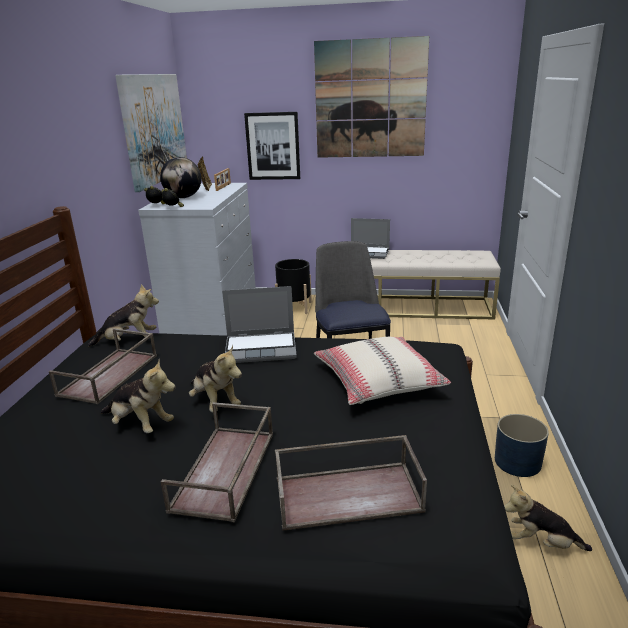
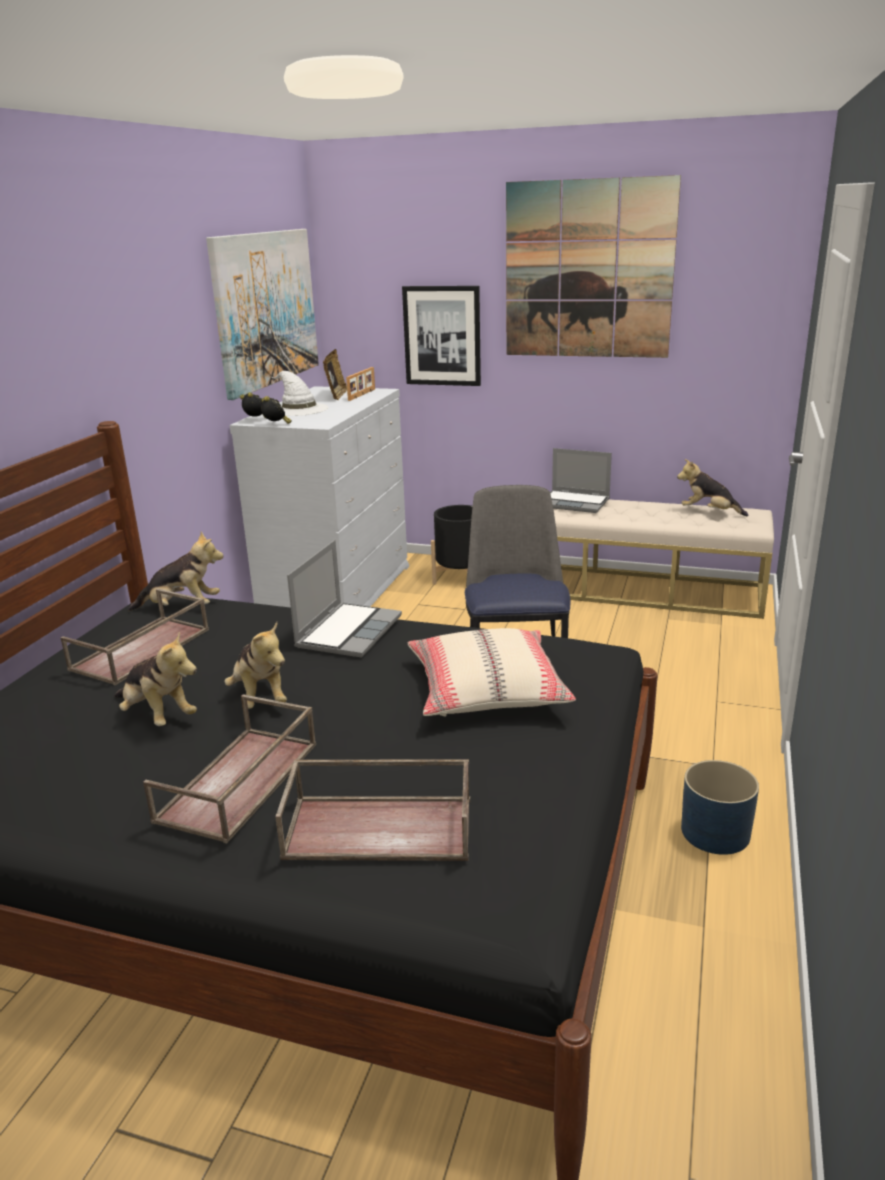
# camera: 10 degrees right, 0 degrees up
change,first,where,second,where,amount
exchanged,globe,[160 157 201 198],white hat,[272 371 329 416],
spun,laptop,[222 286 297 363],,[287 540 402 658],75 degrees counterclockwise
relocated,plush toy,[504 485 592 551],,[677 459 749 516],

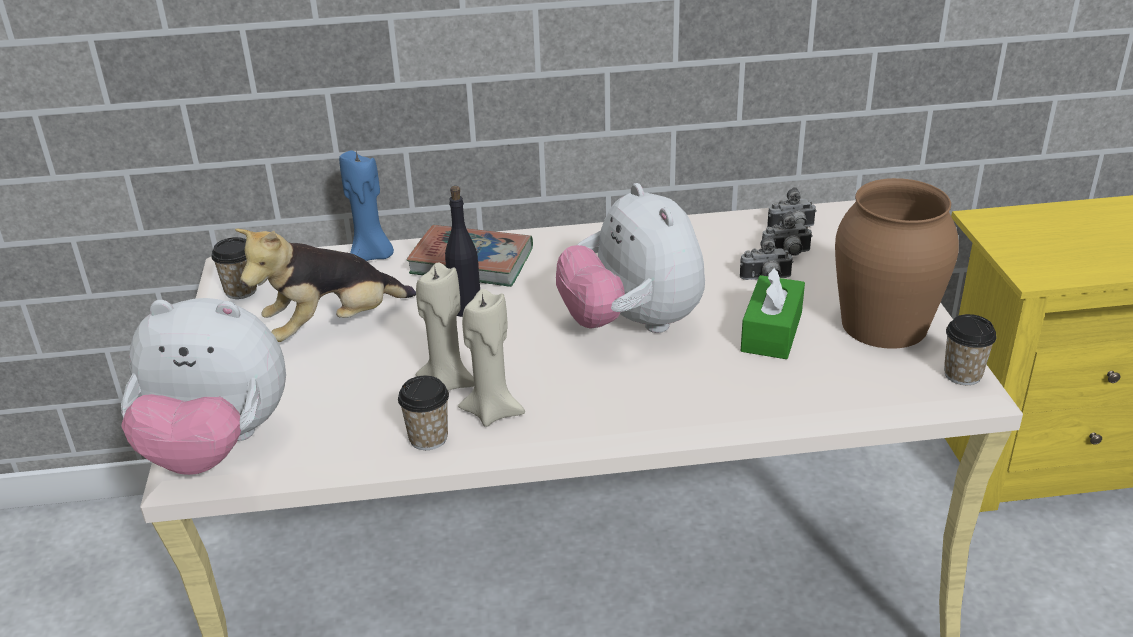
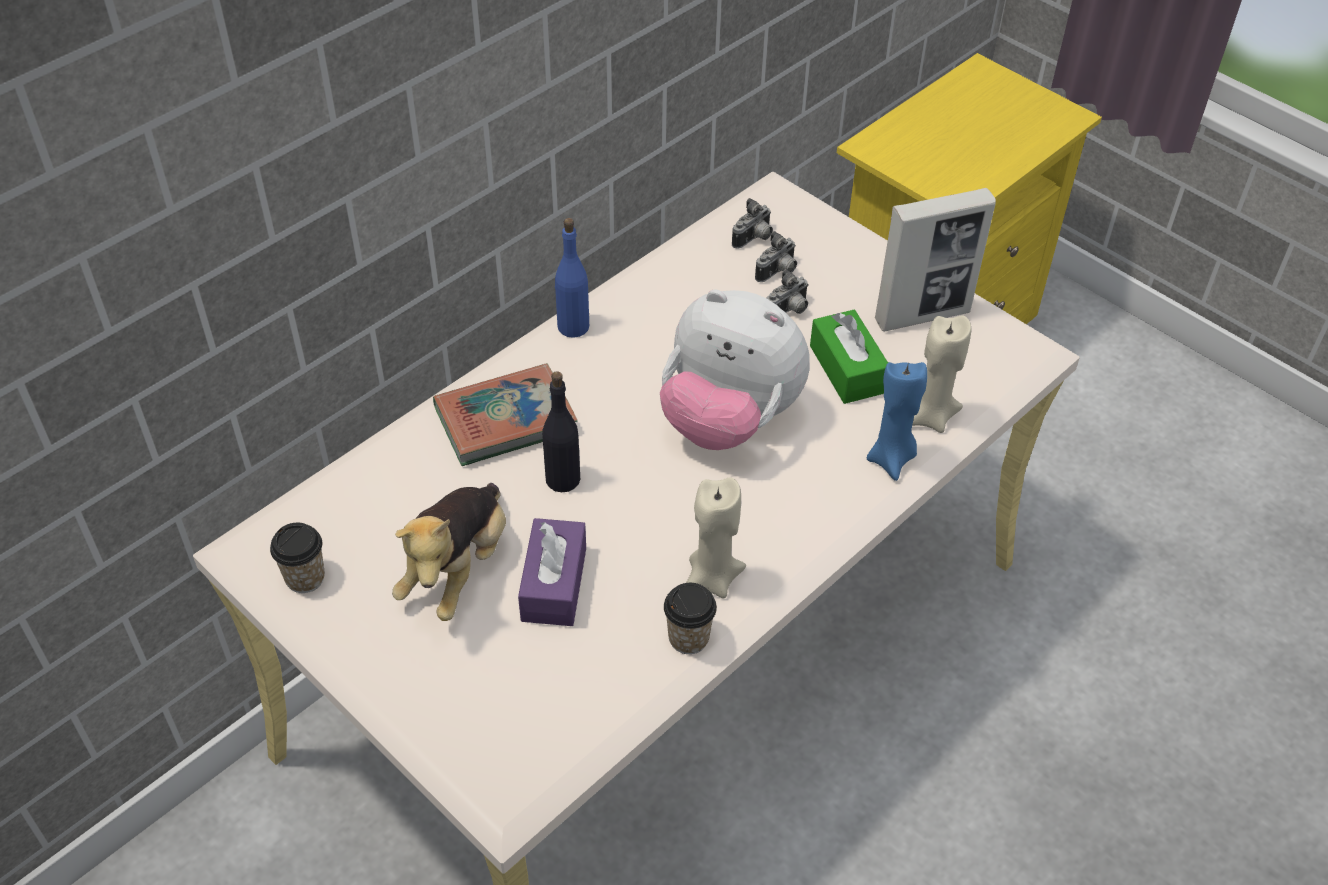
# camera: 40 degrees left, 15 degrees up
change,first,where,second,where,amount
missing,plush toy,[121 298 286 475],,,
relocated,blue candle,[339 150 394 261],,[867 362 927 481],
relocated,beige candle,[416 263 474 391],,[912 315 971 433],
exchanged,brown vase,[835 178 959 349],picture frame,[875 188 996 331],
missing,cup,[944 314 996 385],,,
appeared,,,purple tissue box,[518 518 586 626],
appeared,,,blue bottle,[555 218 589 338],

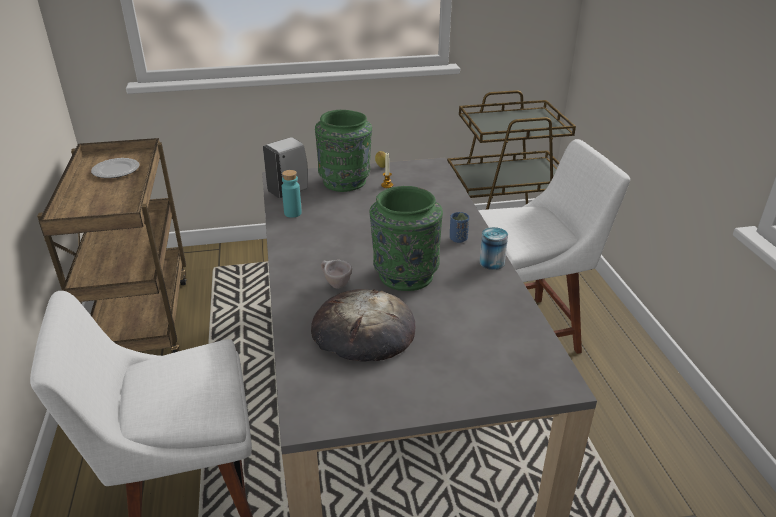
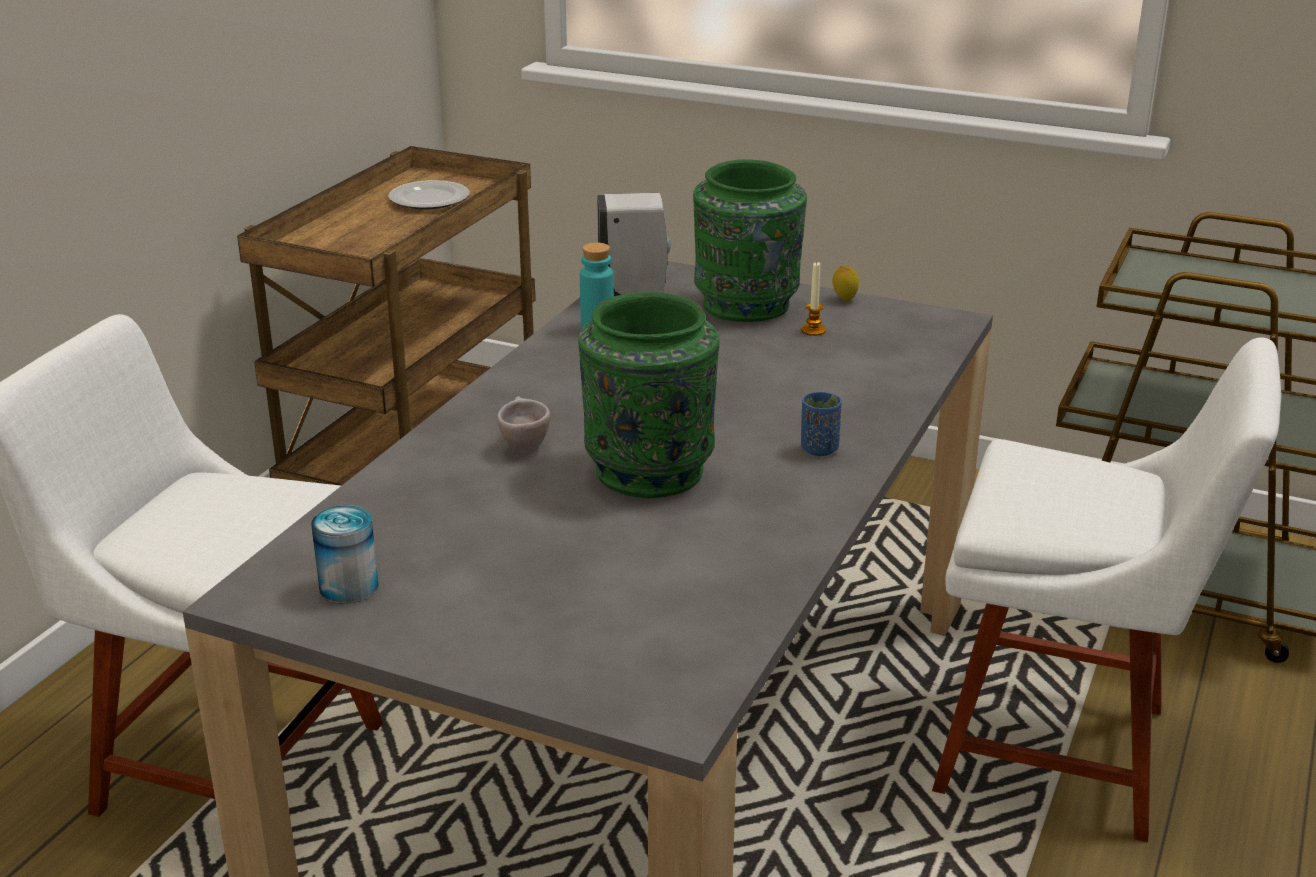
# camera: 35 degrees right, 5 degrees down
change,first,where,second,where,amount
missing,bread,[311 289 415 361],,,
relocated,can,[479 227 508 270],,[311 505 379 604],

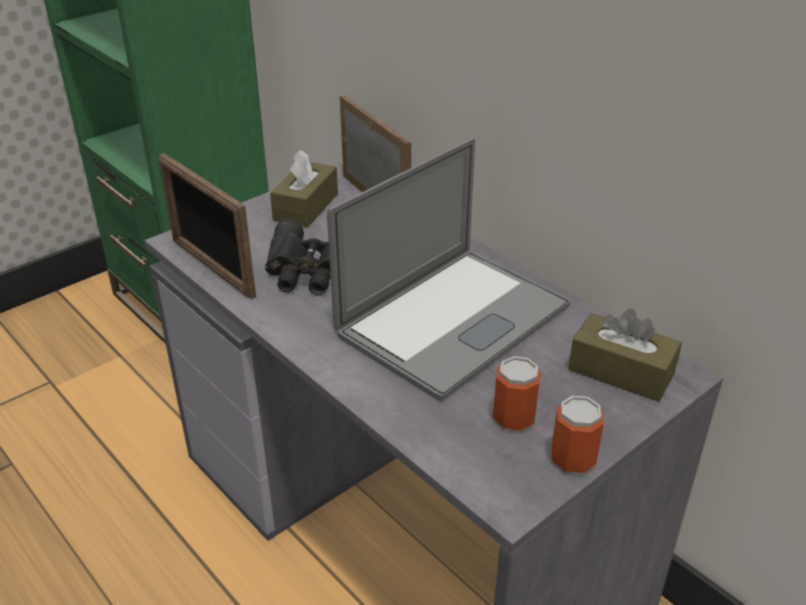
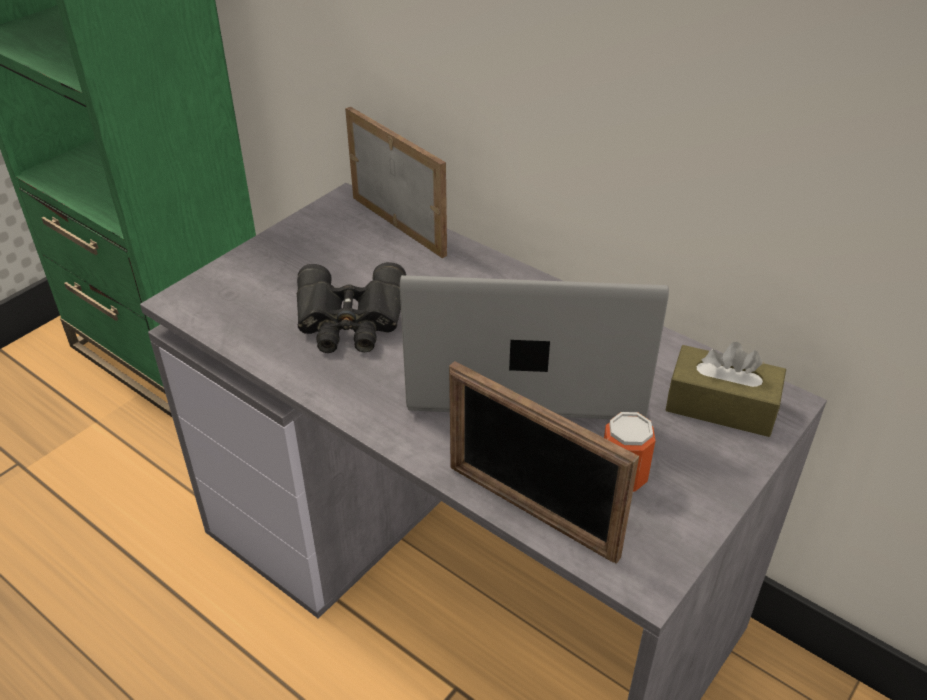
# camera: 10 degrees left, 5 degrees up
change,first,where,second,where,amount
relocated,picture frame,[159 153 256 299],,[449 361 639 564],
missing,brown tissue box,[270 150 338 228],,,
spun,laptop,[327 138 571 401],,[400 275 669 419],120 degrees counterclockwise
missing,can,[551 396 604 475],,,

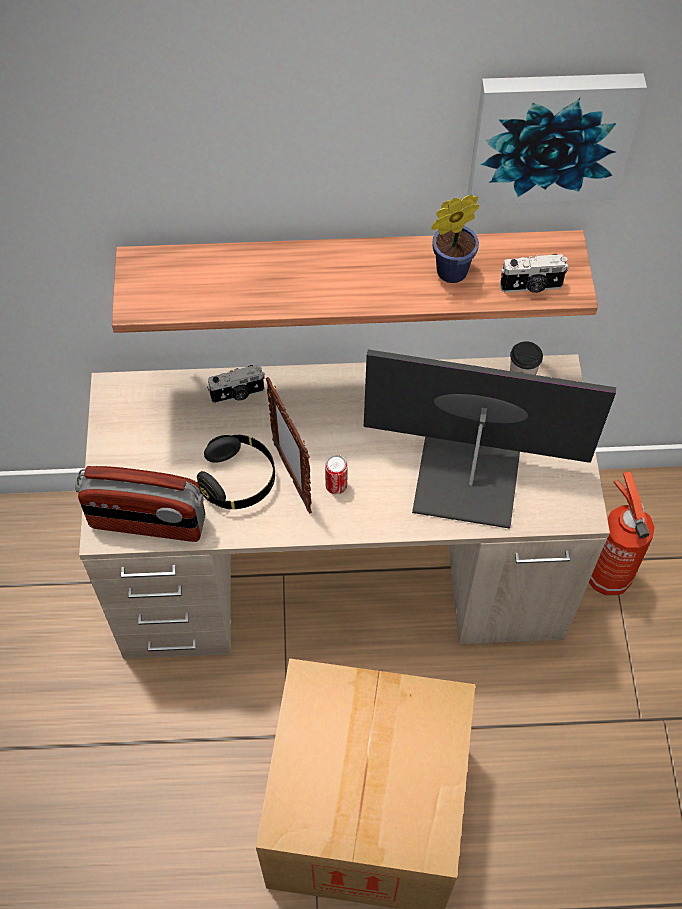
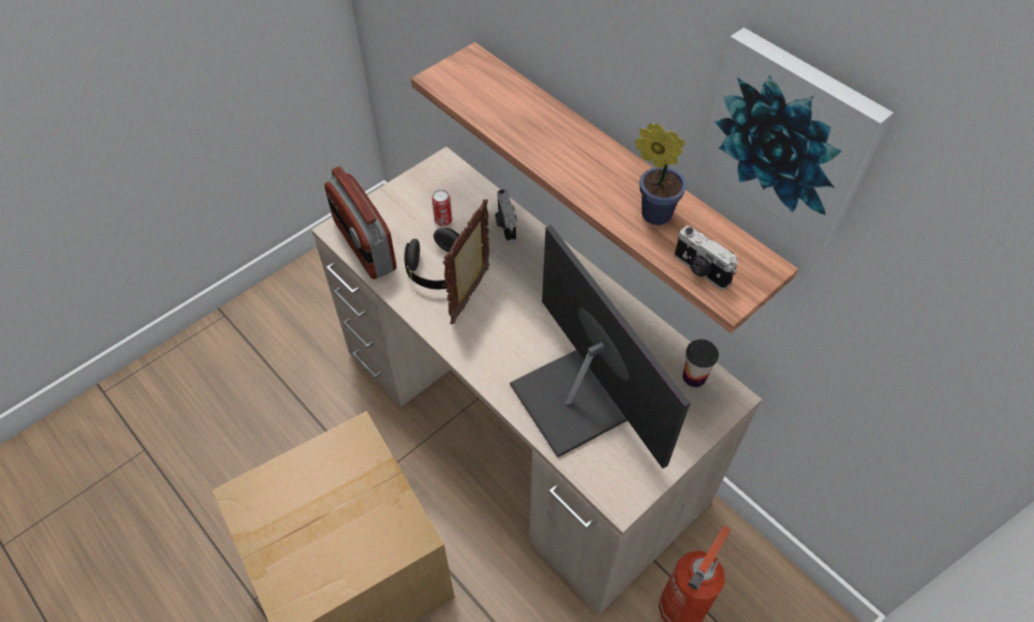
# camera: 50 degrees right, 5 degrees down
change,first,where,second,where,amount
spun,photo camera,[207 365 265 404],,[495 189 517 242],45 degrees clockwise
relocated,can,[325 455 347 494],,[432 189 452 226],

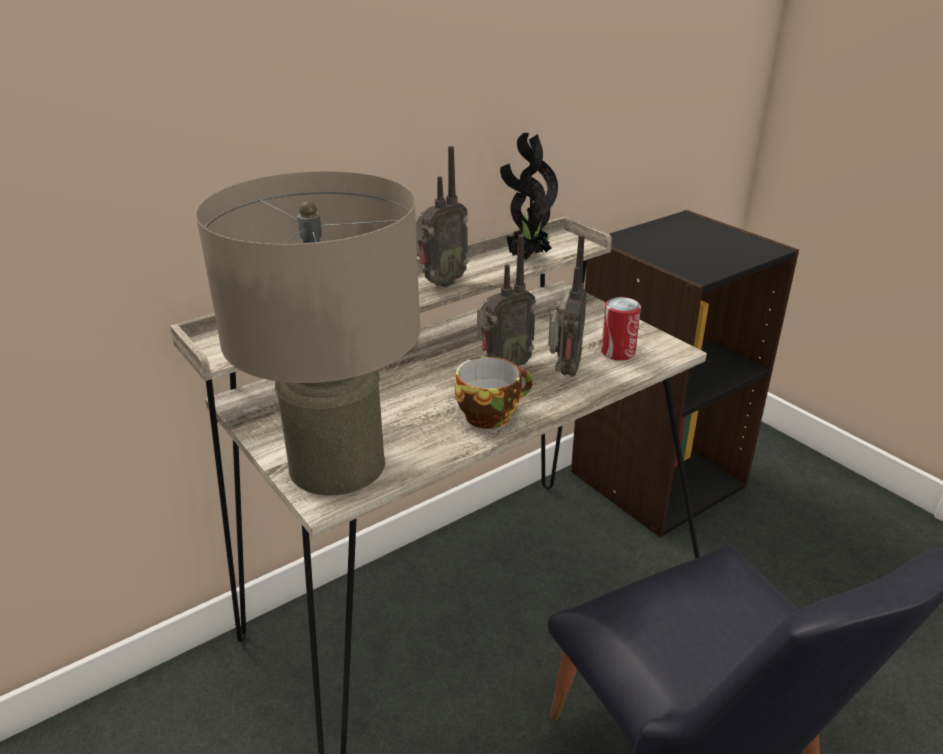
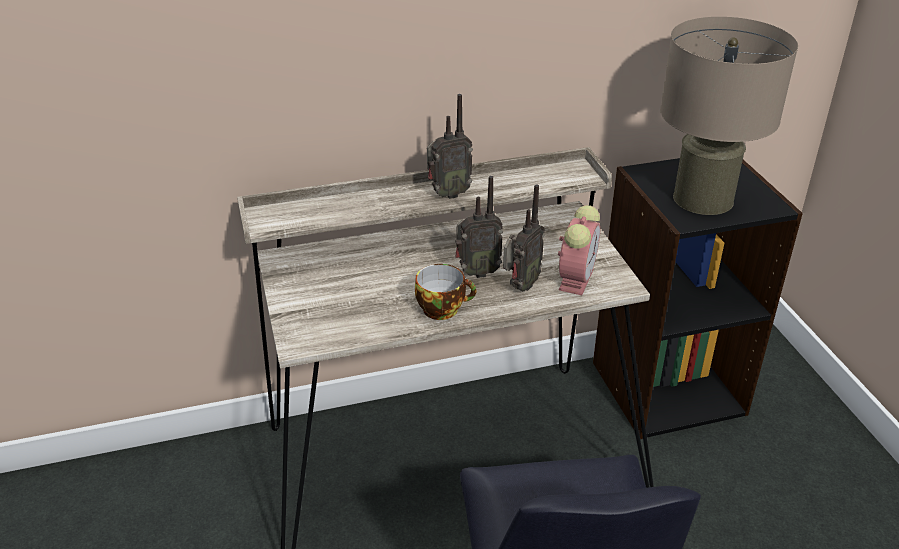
# camera: 20 degrees right, 5 degrees up
change,first,where,second,where,amount
relocated,beige table lamp,[196 172 421 496],,[660 17 798 215],
missing,potted plant,[500 133 558 260],,,
exchanged,can,[601 297 641 360],alarm clock,[558 205 600 295],

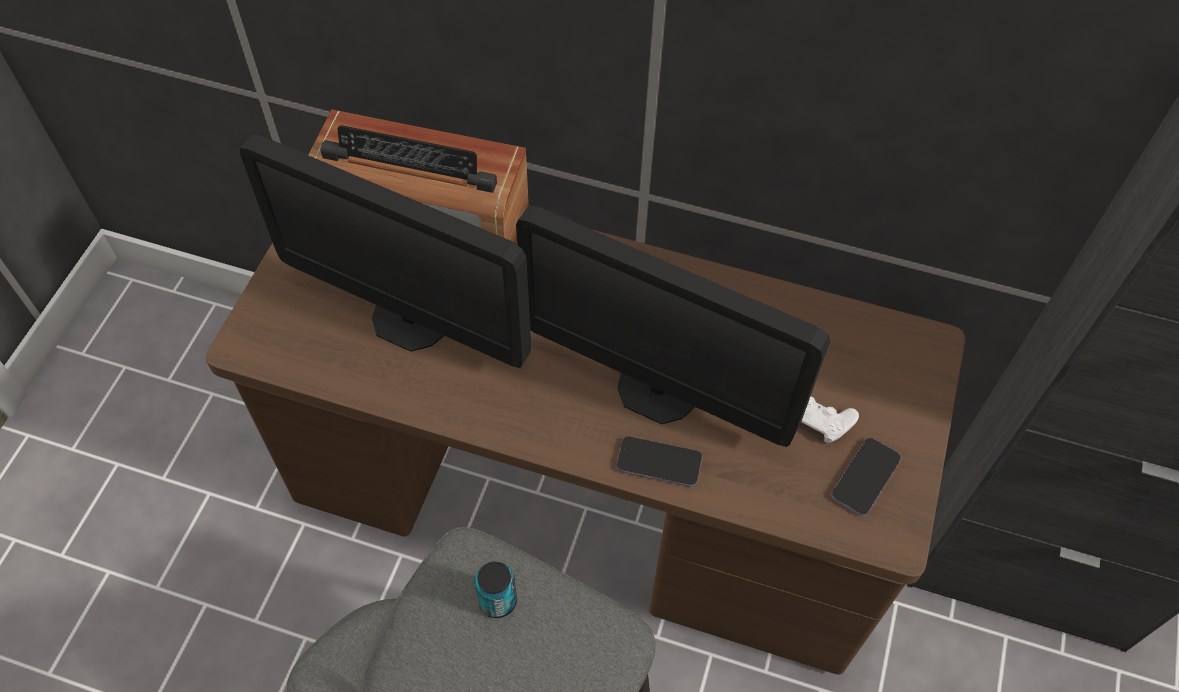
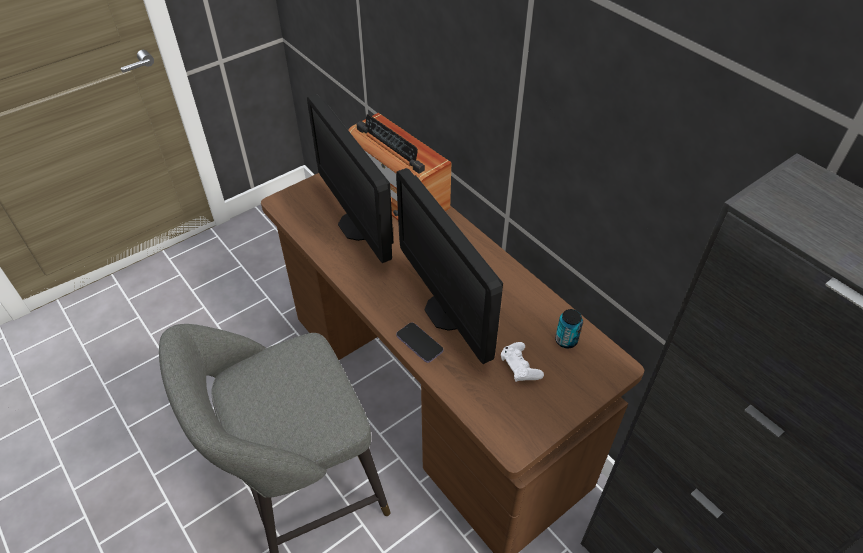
# camera: 35 degrees right, 10 degrees down
change,first,where,second,where,amount
relocated,can,[475 562 517 618],,[555 309 583 348],
missing,phone,[831 438 901 516],,,

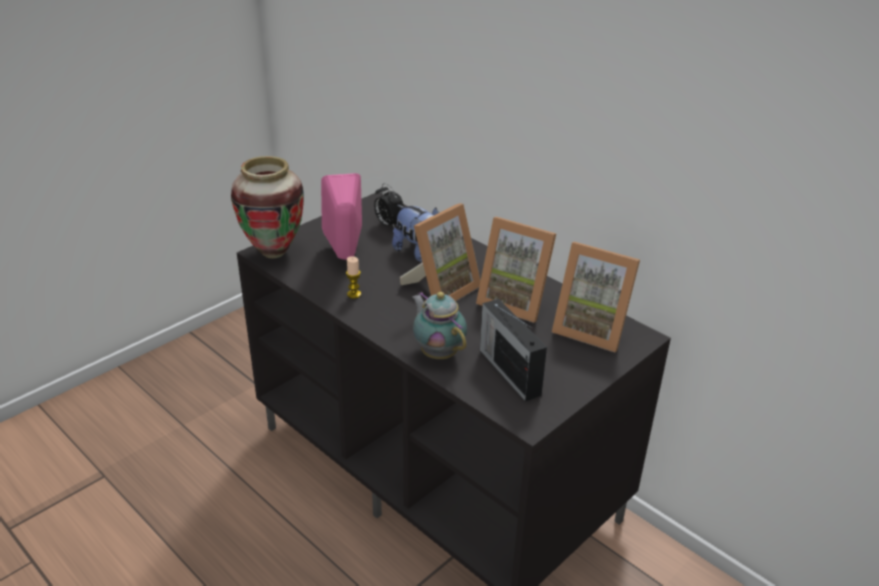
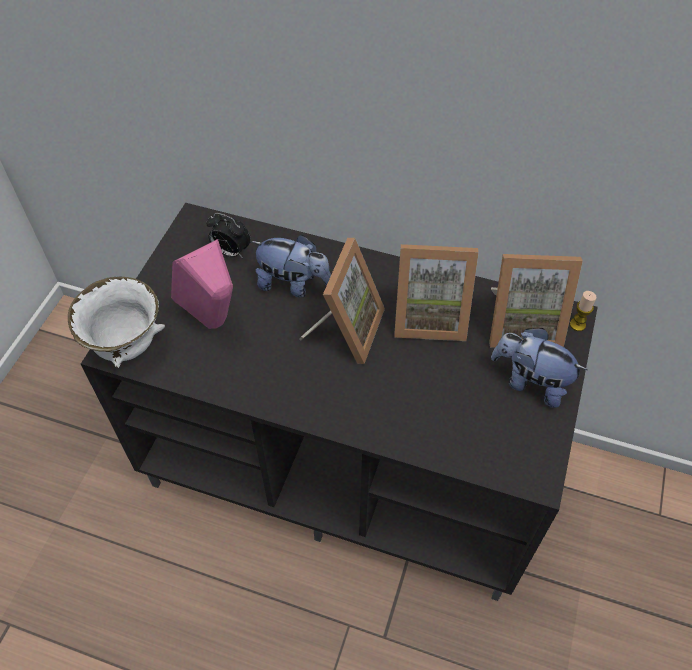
# camera: 25 degrees left, 20 degrees up
change,first,where,second,where,amount
exchanged,vase,[231 156 304 258],white bowl,[68 277 165 368],
relocated,candle,[346 256 361 299],,[570 291 596 331],
missing,teapot,[412 292 467 359],,,
missing,radio,[480 299 547 401],,,
appeared,,,plush toy,[491 328 587 408],

